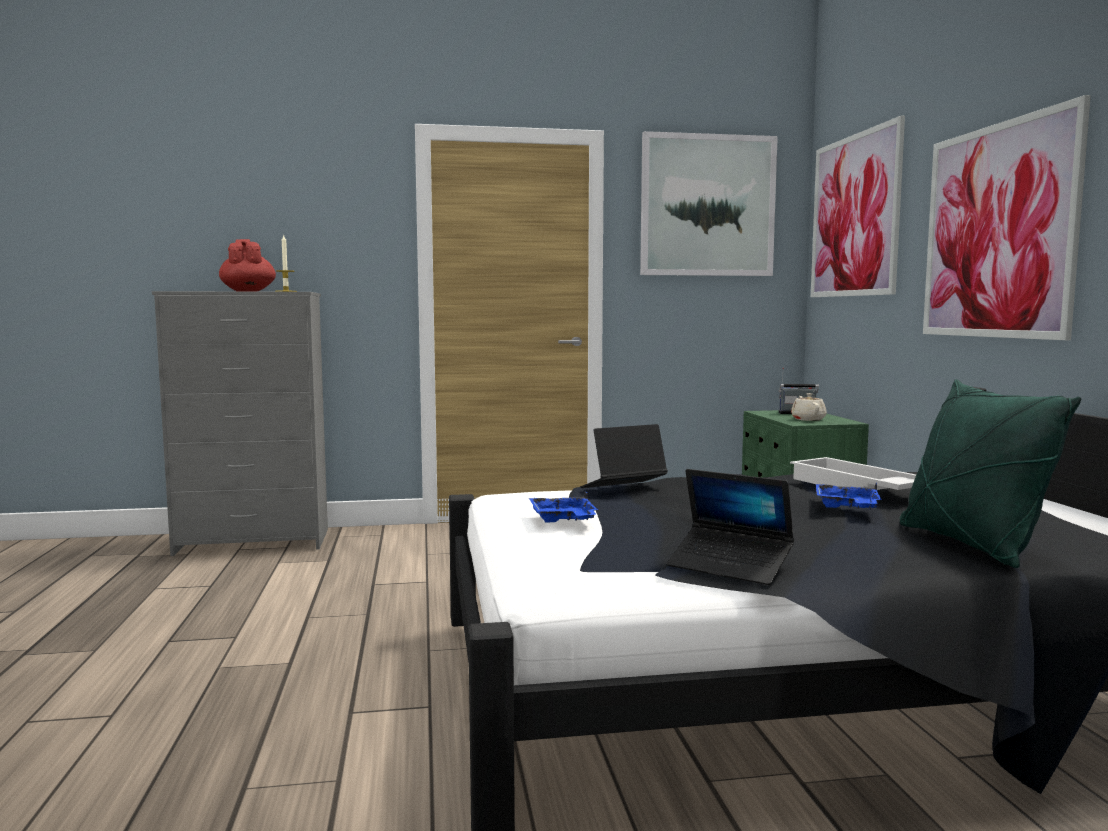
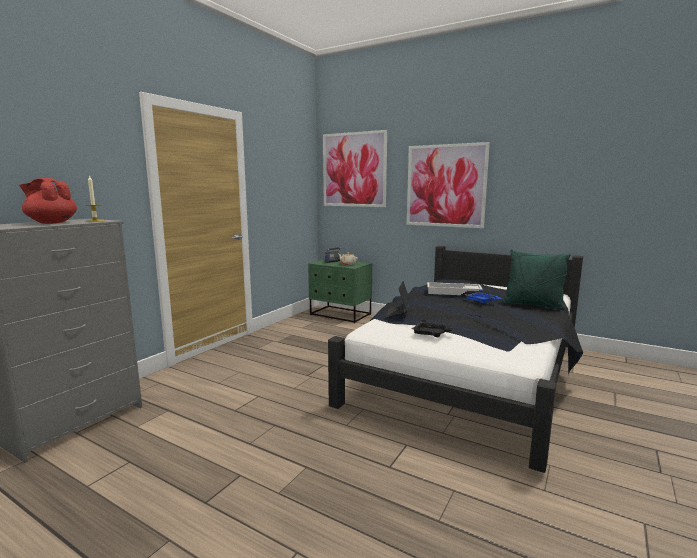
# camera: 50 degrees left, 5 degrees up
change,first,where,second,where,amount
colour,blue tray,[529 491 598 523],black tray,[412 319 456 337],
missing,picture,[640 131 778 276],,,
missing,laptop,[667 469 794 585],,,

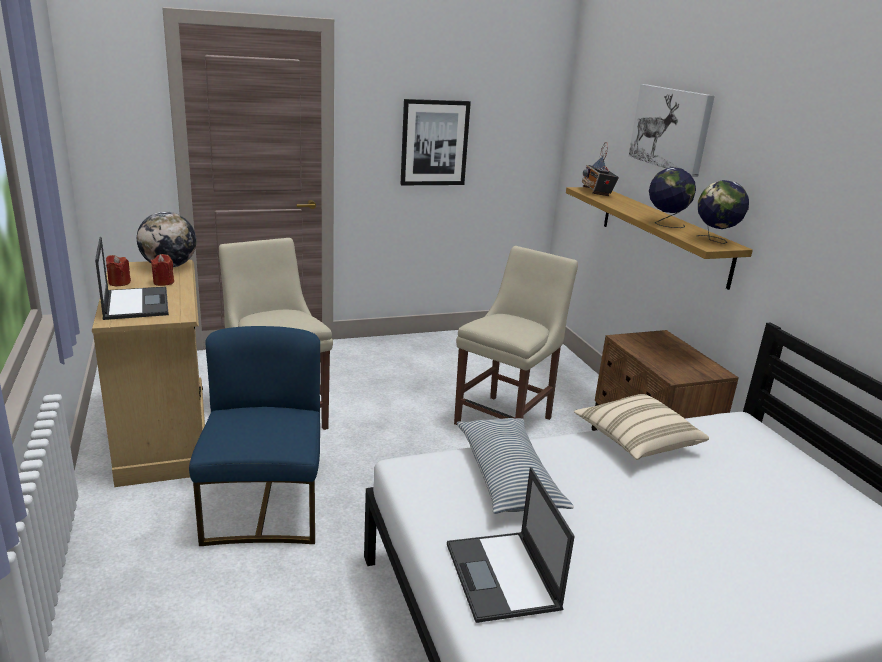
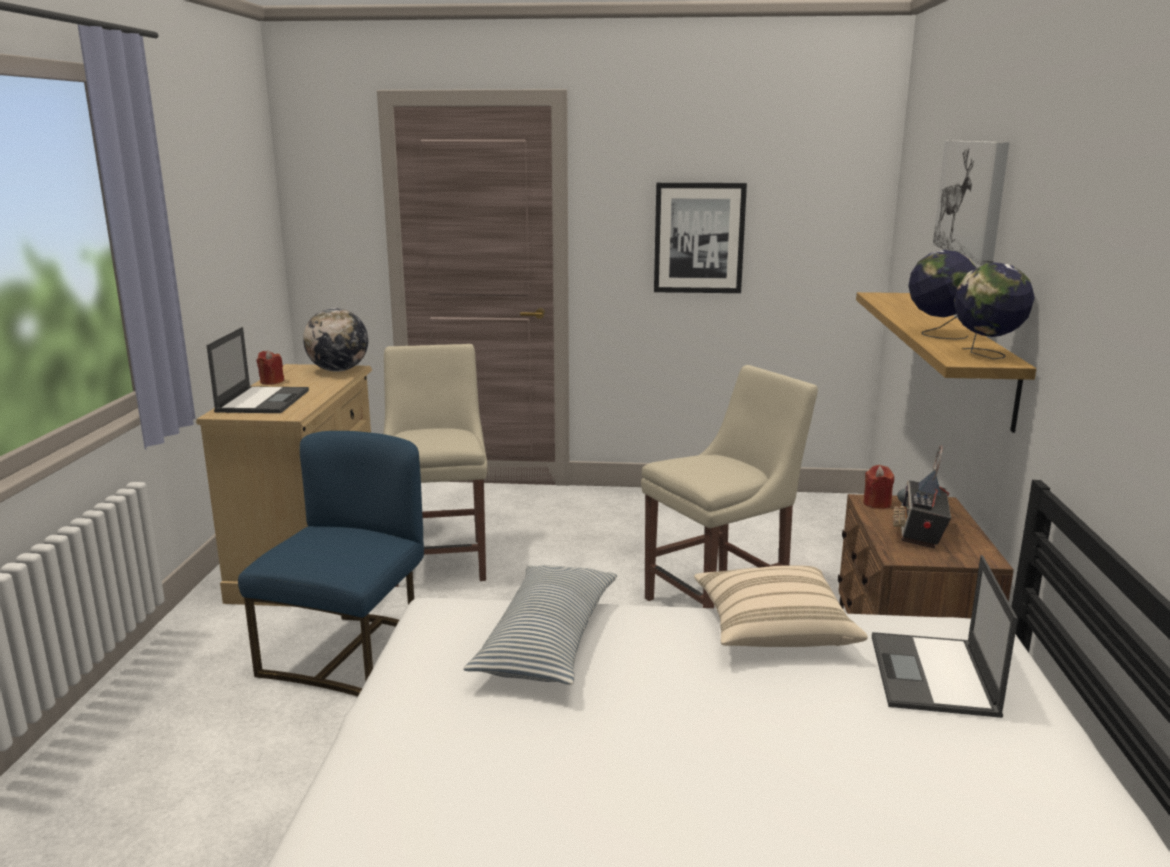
# camera: 25 degrees right, 5 degrees down
change,first,where,second,where,amount
relocated,red candle,[150 254 174 286],,[863 465 894 509],
relocated,laptop,[447 467 575 623],,[872 555 1018 718],
relocated,radio,[582 142 619 196],,[893 446 951 549],

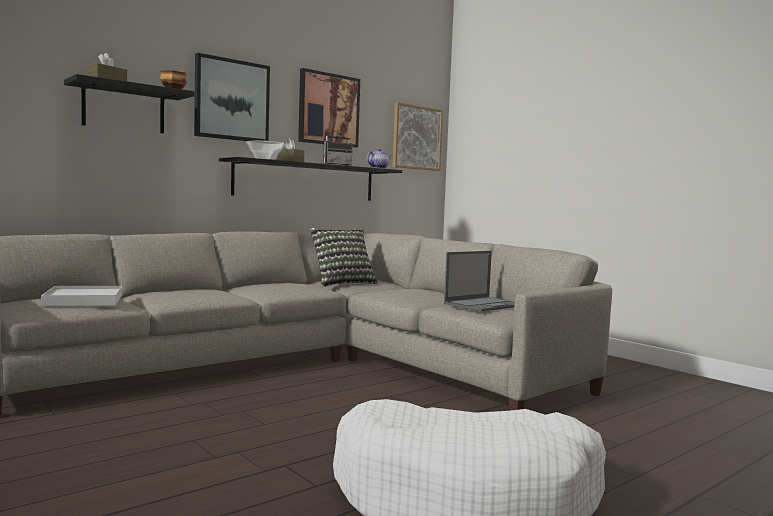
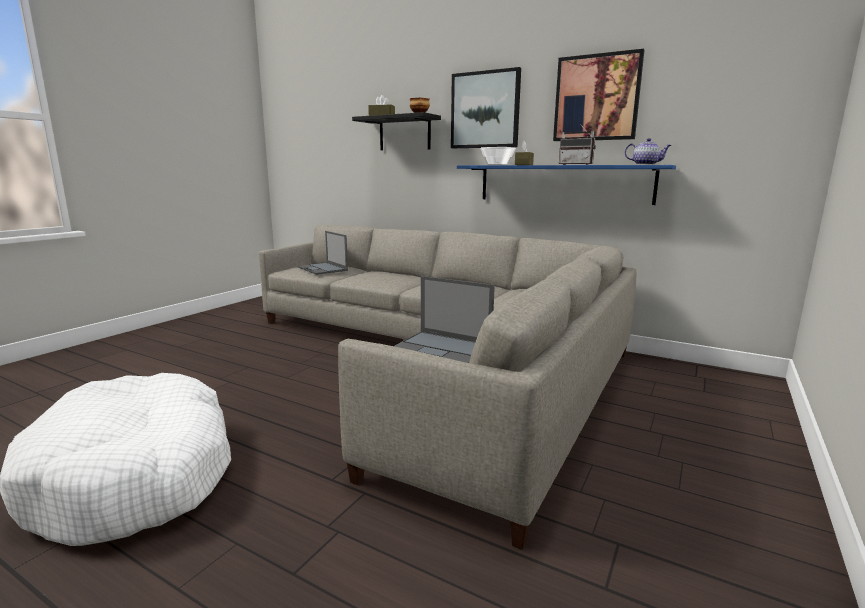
# camera: 70 degrees right, 10 degrees up
change,first,where,second,where,amount
exchanged,white tray,[41 286 123 306],laptop,[298 231 348 275],
colour,black shelf,[219 157 402 201],blue shelf,[457 165 676 205],
missing,pillow,[310 227 377 287],,,
missing,picture,[392 102 443 171],,,

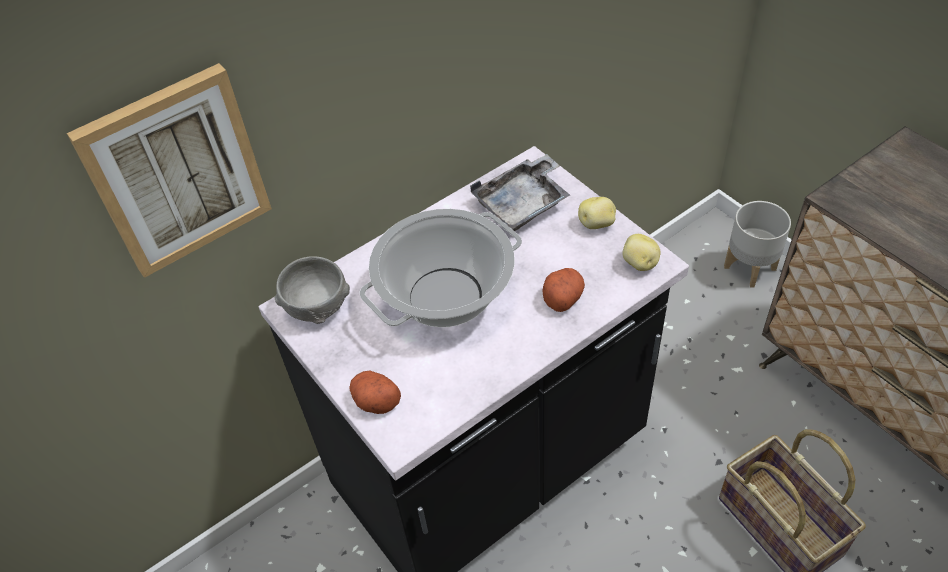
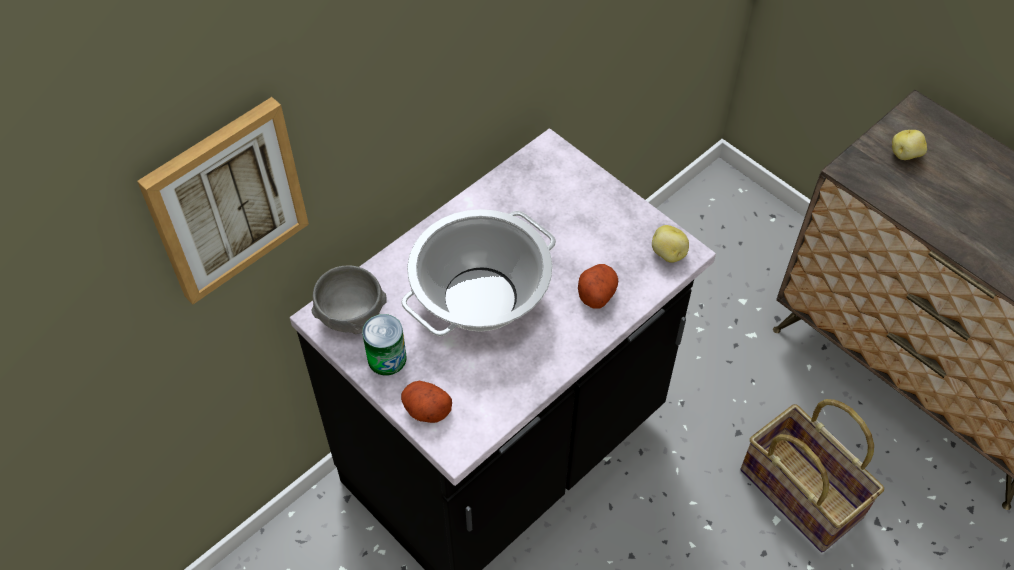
# camera: 10 degrees left, 5 degrees up
change,first,where,second,where,amount
missing,grey tray,[470 154 570 231],,,
relocated,potato,[578 197 616 229],,[892 130 927 160],
missing,grey planter,[724 201 791 288],,,
appeared,,,can,[362 314 406 376],

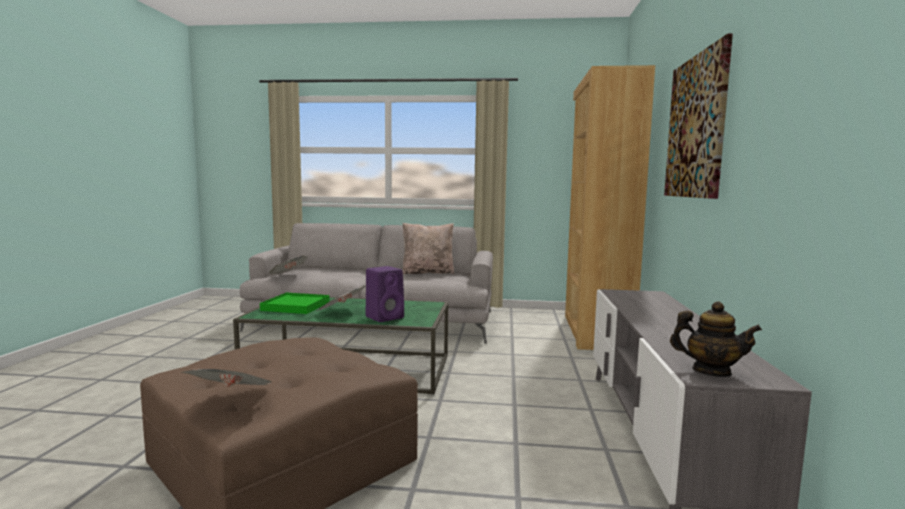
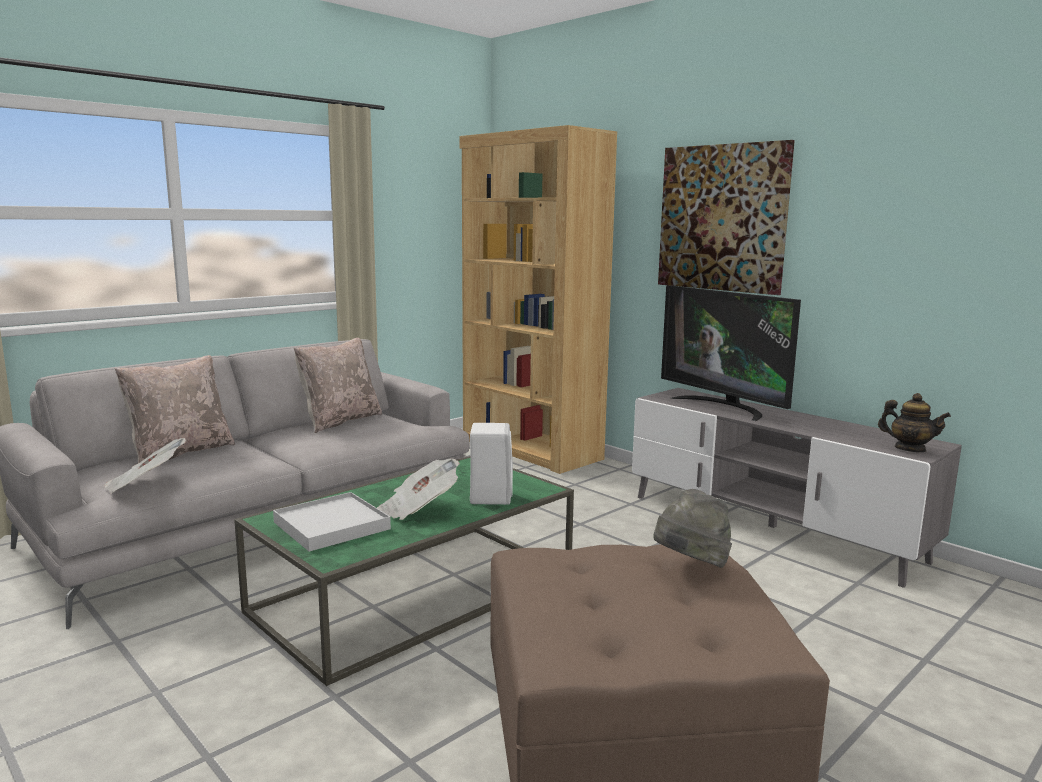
# camera: 50 degrees left, 5 degrees up
change,first,where,second,where,amount
missing,newspaper,[179 369 271 387],,,
colour,green tray,[260 293 329 314],white tray,[273 492 391 552],
colour,purple speaker,[365 266 404 322],white speaker,[470 423 513 505],
spun,teapot,[670 301 762 377],,[878 393 951 452],60 degrees clockwise
appeared,,,beige pillow,[115 355 235 463],
appeared,,,grey hat,[653 489 732 568],
appeared,,,television,[661 285 801 421],

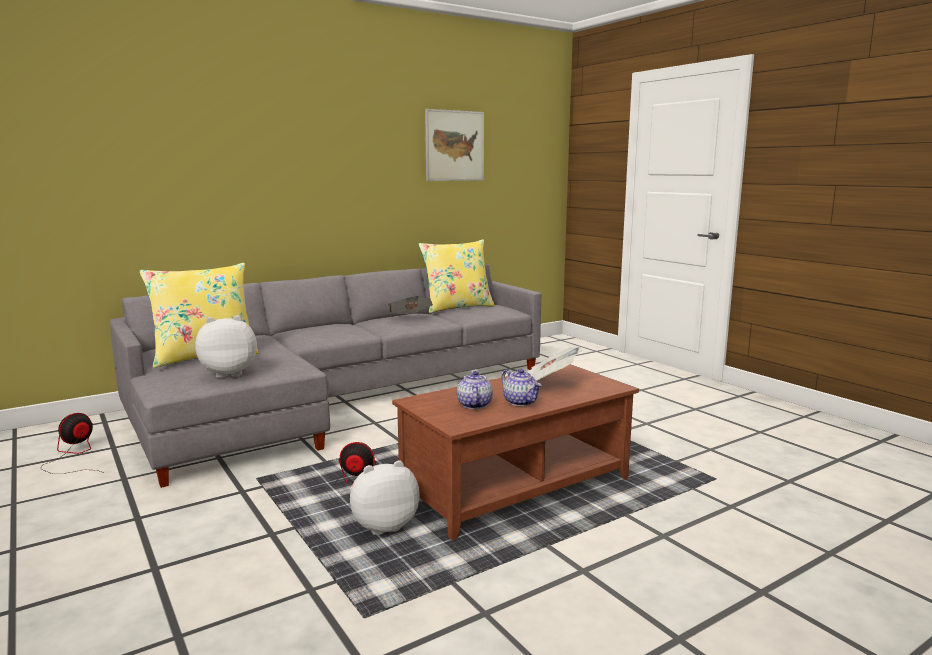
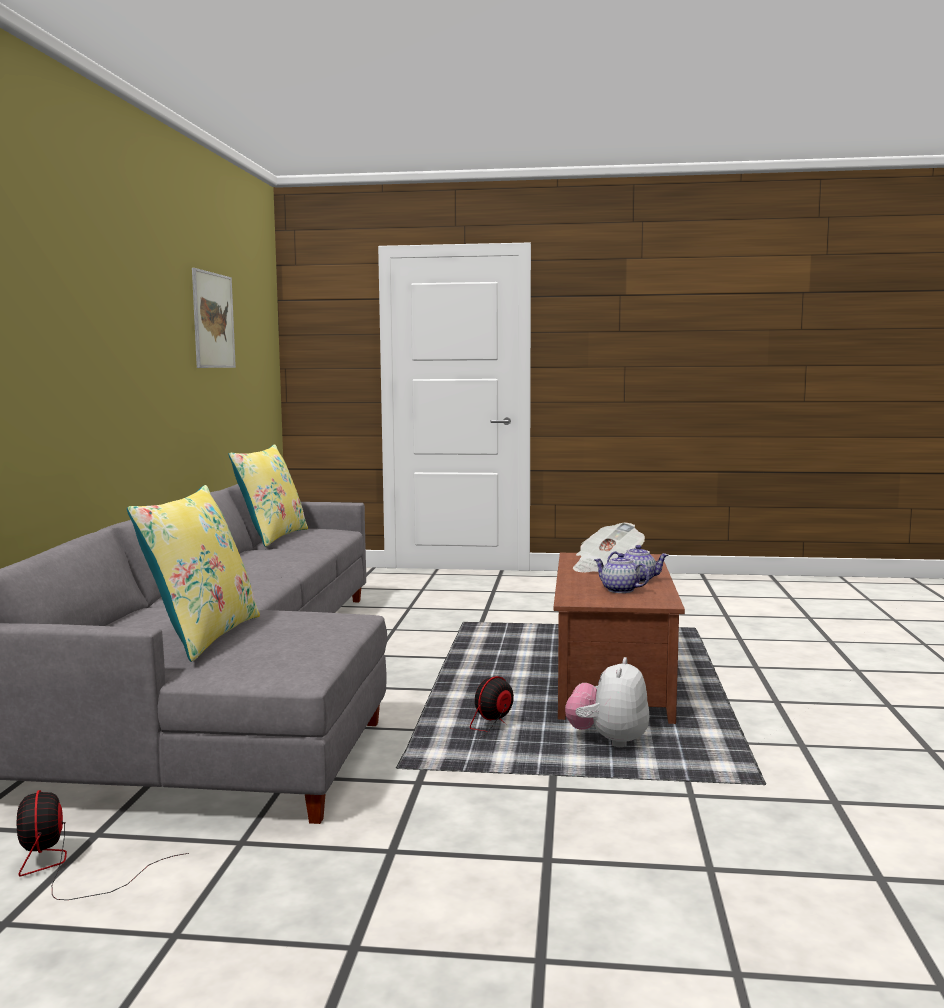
# camera: 50 degrees left, 5 degrees down
change,first,where,second,where,amount
missing,plush toy,[195 315 257 378],,,
missing,newspaper,[388 296 433 314],,,

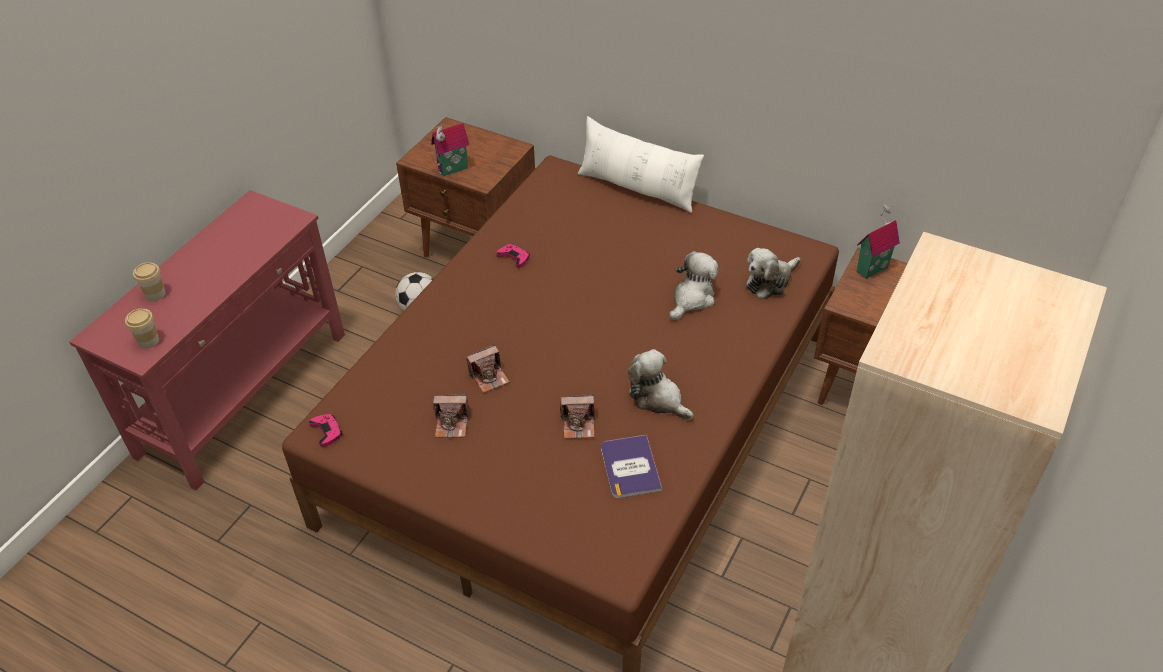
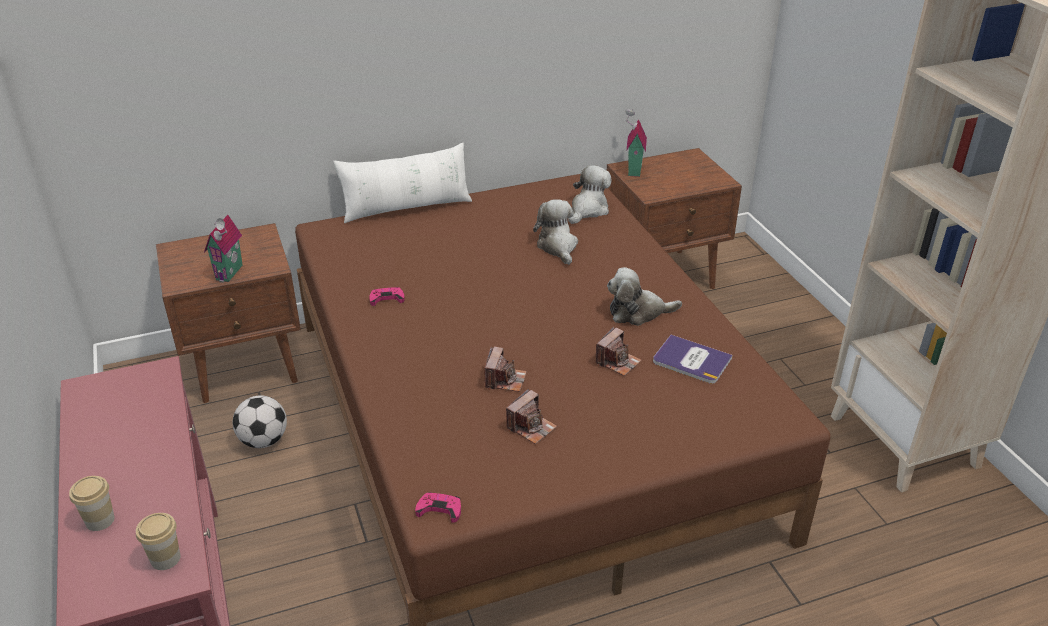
# camera: 50 degrees left, 10 degrees down
change,first,where,second,where,amount
spun,plush toy,[746 248 801 299],,[568 165 611 224],150 degrees counterclockwise

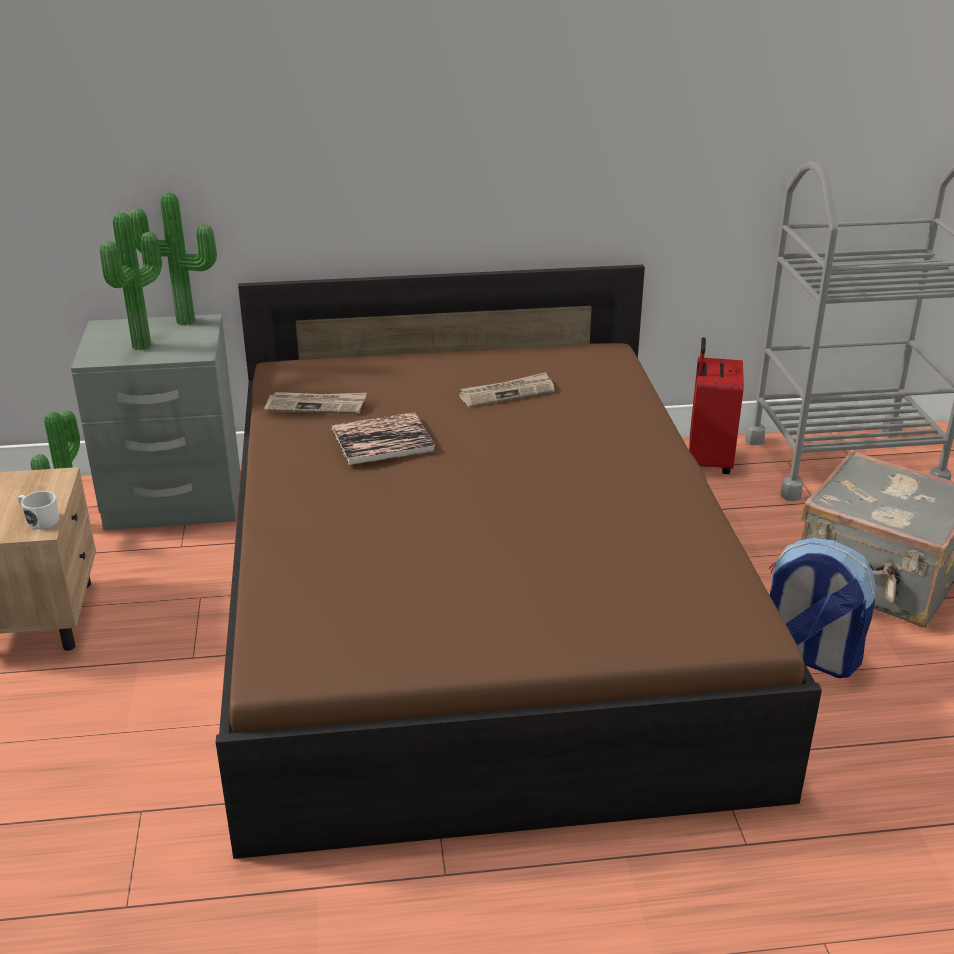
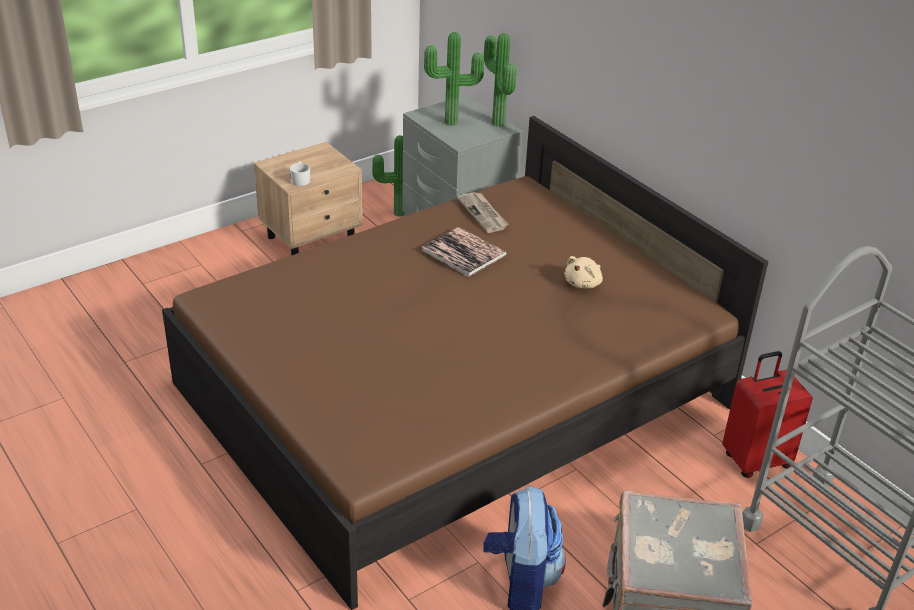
# camera: 60 degrees right, 5 degrees up
change,first,where,second,where,amount
exchanged,newspaper,[459 372 555 407],beige plush toy,[564 256 603 289],

